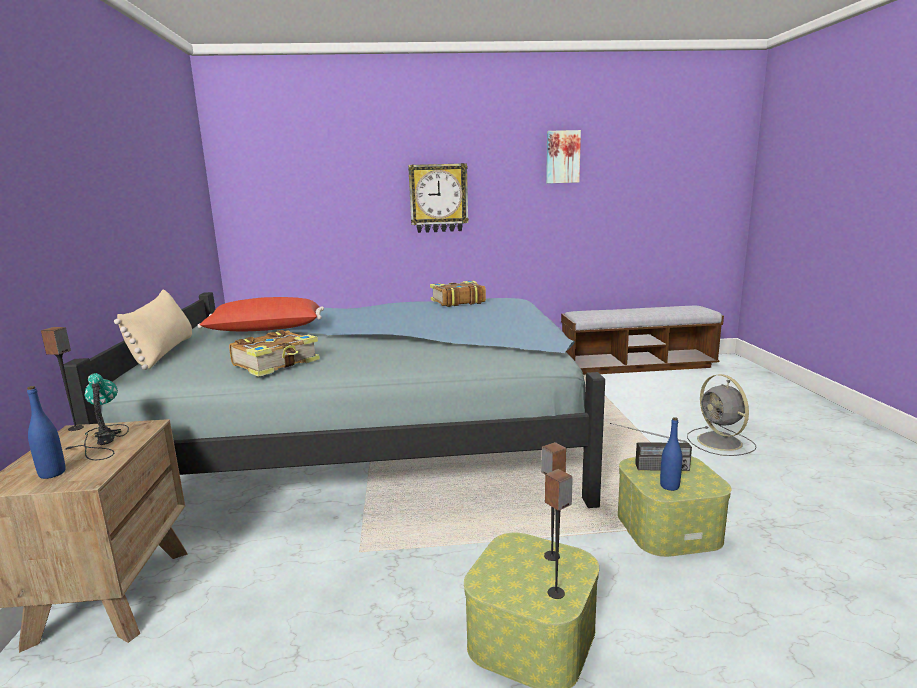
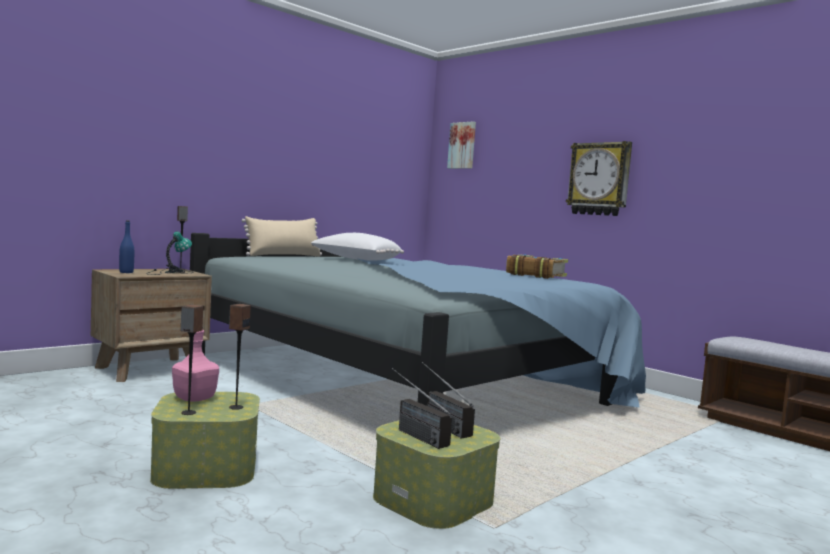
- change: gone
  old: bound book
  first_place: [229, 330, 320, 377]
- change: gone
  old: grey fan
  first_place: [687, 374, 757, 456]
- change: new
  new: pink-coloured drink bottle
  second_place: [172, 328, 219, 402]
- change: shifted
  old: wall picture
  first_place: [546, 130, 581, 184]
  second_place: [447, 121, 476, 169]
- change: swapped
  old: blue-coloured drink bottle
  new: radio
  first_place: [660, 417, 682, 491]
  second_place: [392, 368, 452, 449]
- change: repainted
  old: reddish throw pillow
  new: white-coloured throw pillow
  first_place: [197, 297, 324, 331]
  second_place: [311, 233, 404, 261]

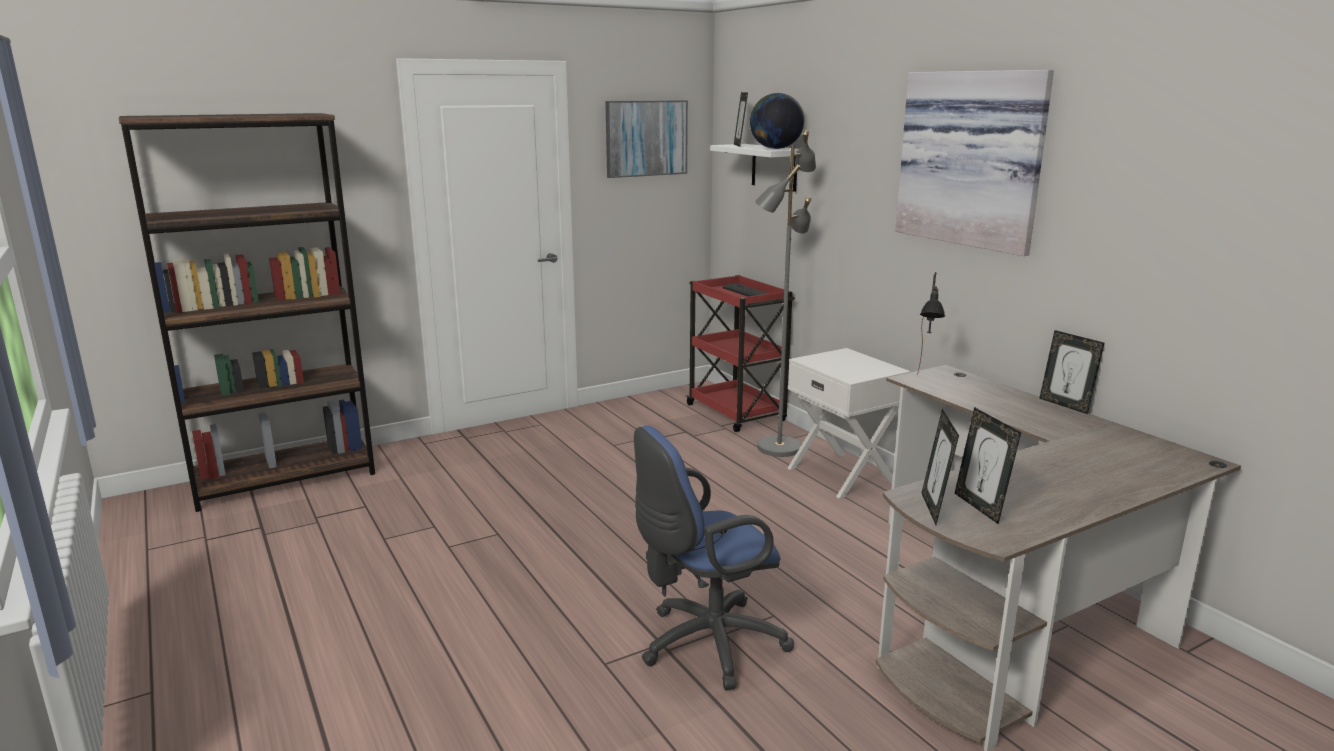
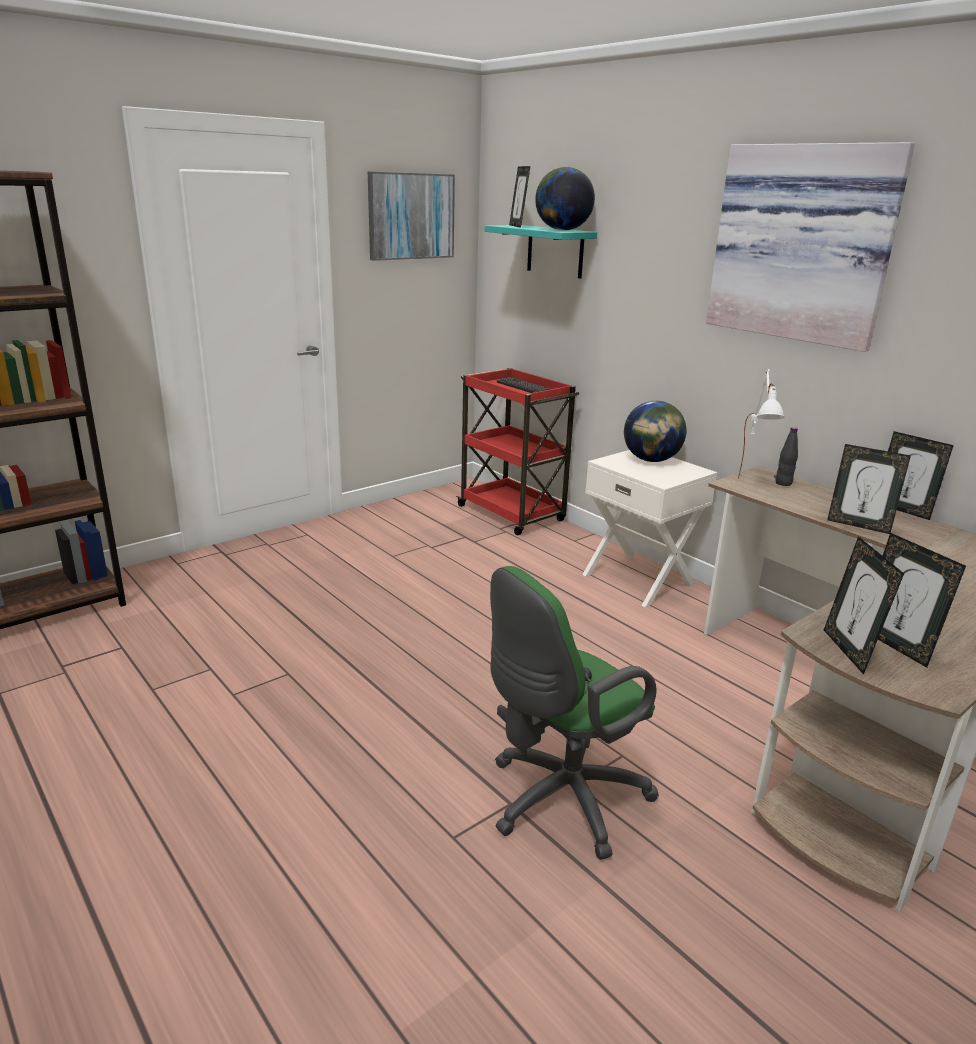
- change: gone
  old: grey standing lamp
  first_place: [755, 130, 816, 457]
- change: new
  new: world globe
  second_place: [624, 401, 686, 462]
- change: new
  new: black drink bottle
  second_place: [775, 427, 798, 486]
- change: new
  new: photo frame
  second_place: [827, 444, 911, 534]
- change: repainted
  old: blue-coloured desk chair
  new: greenish desk chair
  first_place: [634, 426, 794, 690]
  second_place: [490, 566, 659, 860]
- change: repainted
  old: white-coloured shelf
  new: blue-green shelf
  first_place: [710, 144, 799, 192]
  second_place: [485, 225, 597, 278]
- change: repainted
  old: black lamp for a table
  new: white-coloured lamp for a table
  first_place: [917, 272, 945, 375]
  second_place: [738, 369, 785, 479]

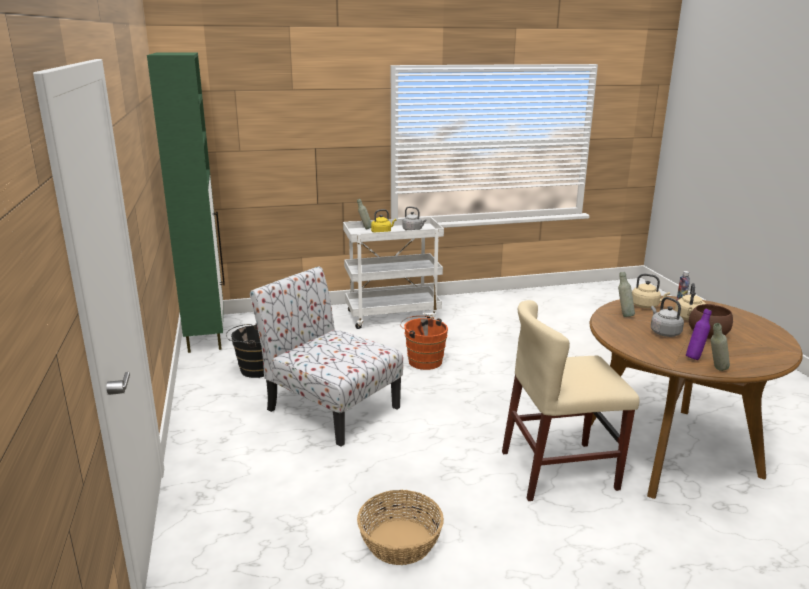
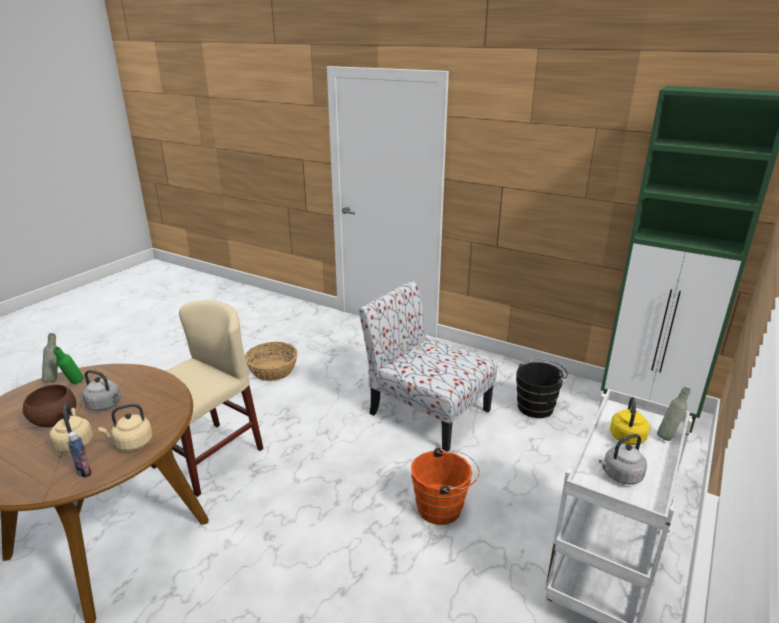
- change: gone
  old: grey drink bottle
  first_place: [618, 272, 635, 317]
- change: repainted
  old: purple drink bottle
  new: greenish drink bottle
  first_place: [686, 309, 712, 360]
  second_place: [53, 347, 83, 384]
- change: rotated
  old: upright chair
  first_place: [250, 266, 403, 447]
  second_place: [359, 280, 497, 452]
  degrees: -135

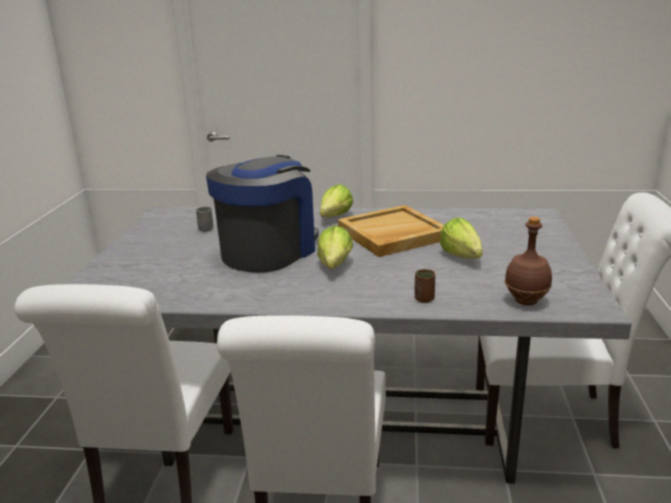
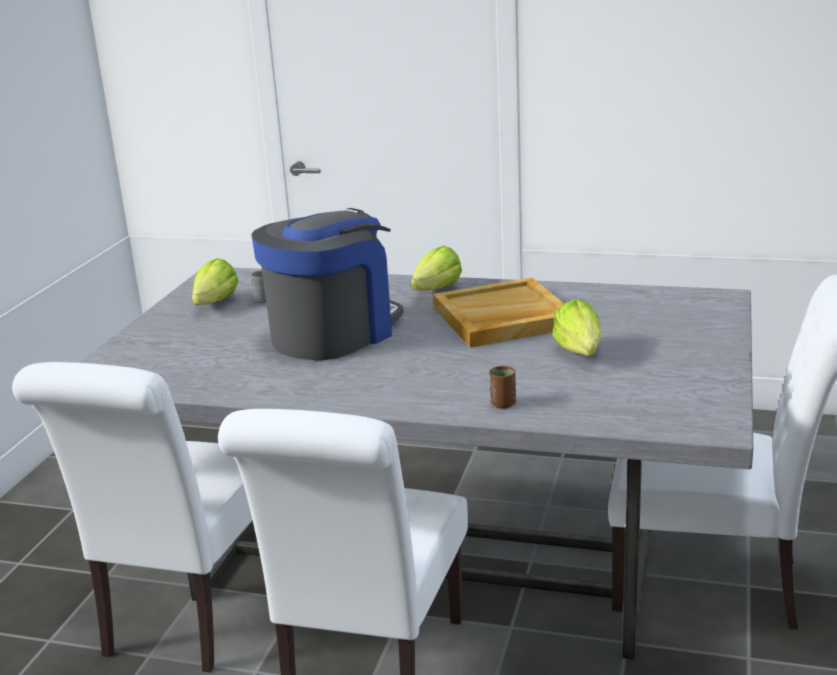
- change: gone
  old: brown-coloured drink bottle
  first_place: [505, 217, 552, 305]
- change: shifted
  old: lettuce head
  first_place: [317, 226, 353, 269]
  second_place: [192, 258, 238, 305]

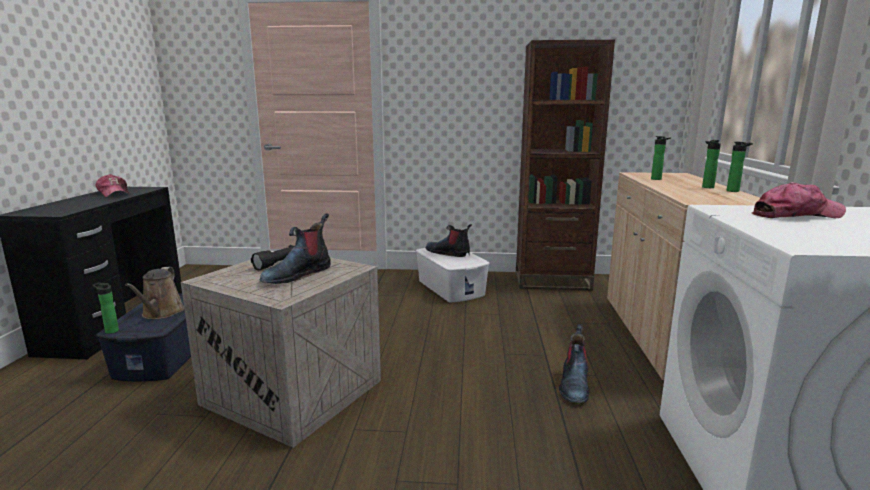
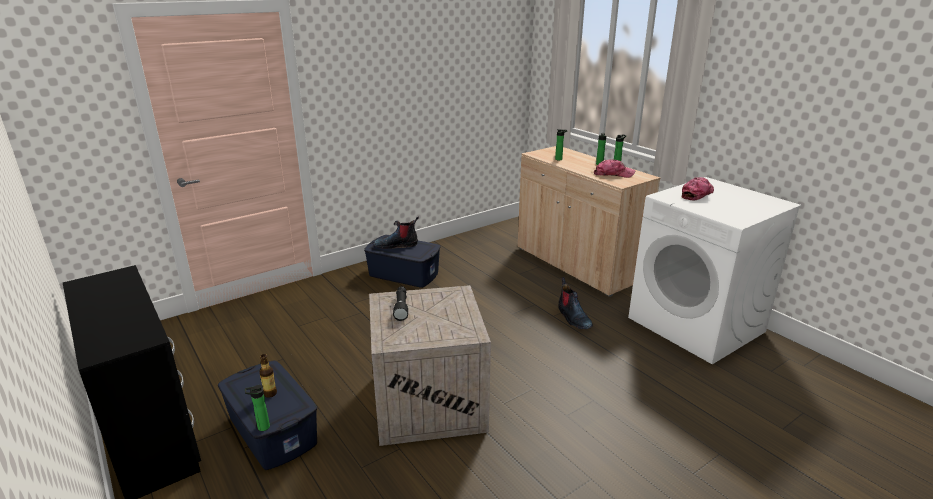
- change: gone
  old: high-top boot
  first_place: [260, 213, 331, 284]
- change: gone
  old: brown-coloured bookcase
  first_place: [516, 40, 615, 291]
- change: shifted
  old: cap
  first_place: [96, 174, 129, 197]
  second_place: [594, 159, 635, 178]
- change: swapped
  old: brown-coloured watering pot
  new: drink bottle
  first_place: [125, 267, 184, 319]
  second_place: [259, 354, 277, 398]
- change: repainted
  old: white-coloured storage container
  new: blue-coloured storage container
  first_place: [416, 248, 490, 302]
  second_place: [364, 235, 441, 288]

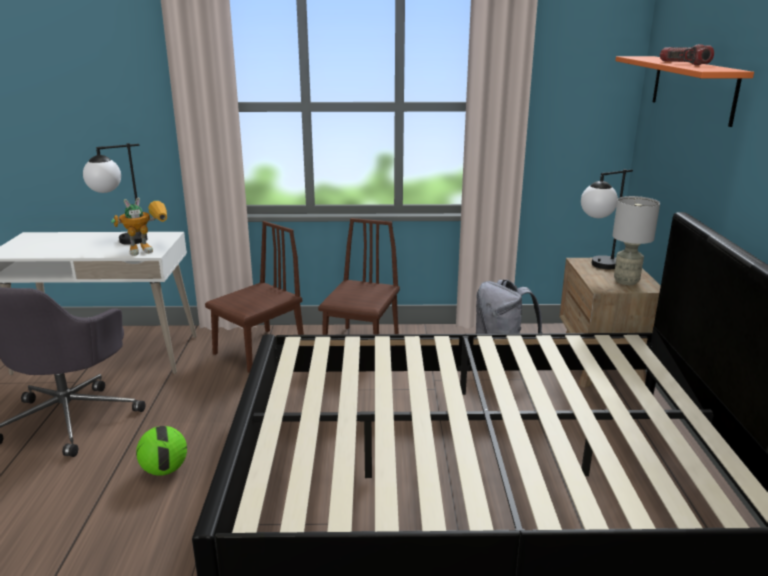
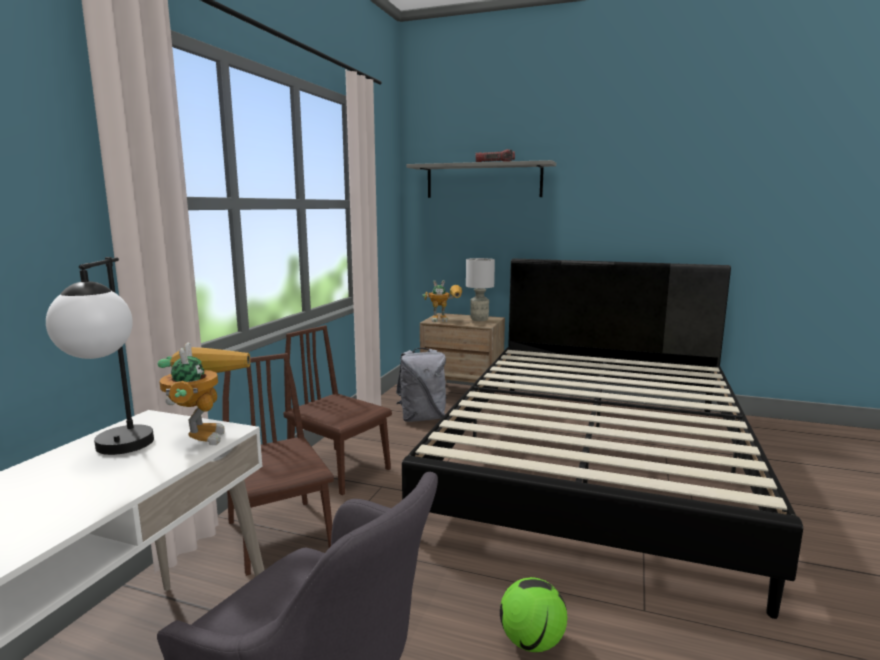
- change: swapped
  old: lamp for a table
  new: toy robot
  first_place: [581, 169, 633, 269]
  second_place: [422, 280, 462, 322]
- change: repainted
  old: orange shelf
  new: grey shelf
  first_place: [615, 56, 754, 127]
  second_place: [407, 160, 556, 198]

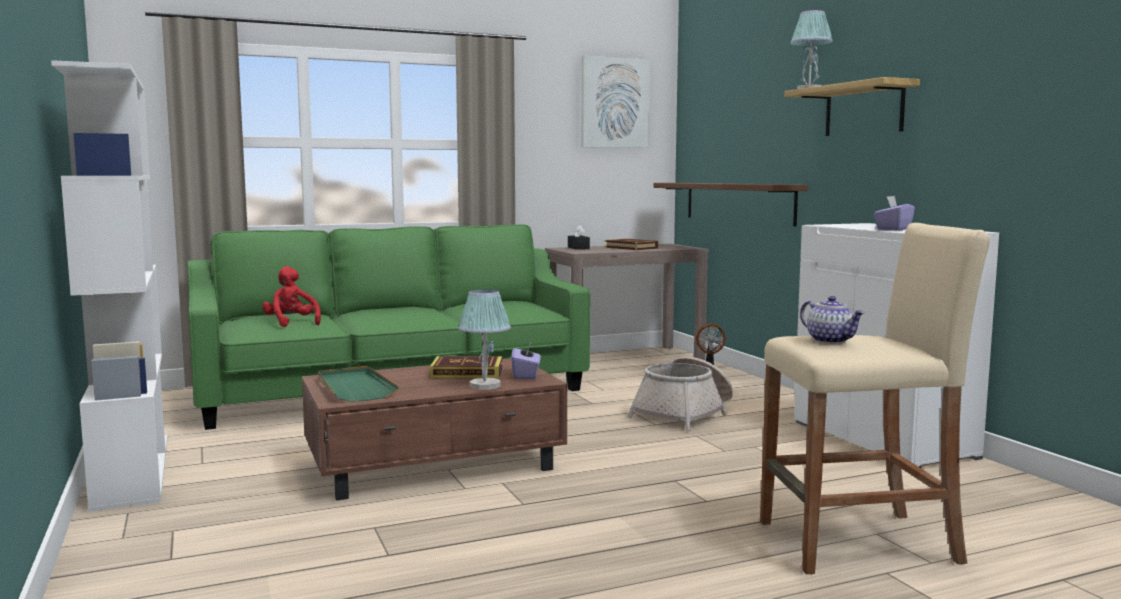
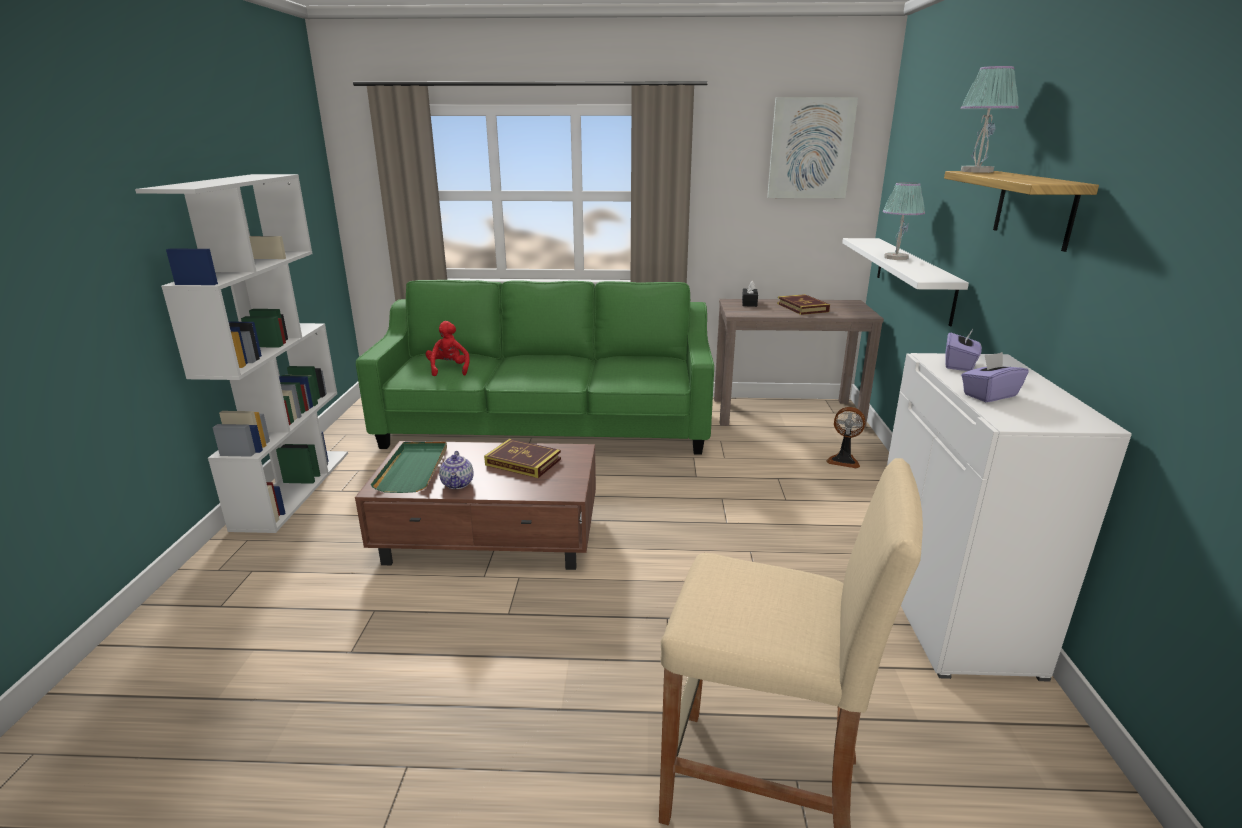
- change: gone
  old: basket
  first_place: [627, 356, 733, 431]
- change: shifted
  old: lamp for a table
  first_place: [458, 289, 511, 390]
  second_place: [883, 182, 925, 260]
- change: shifted
  old: purple tissue holder
  first_place: [511, 341, 541, 379]
  second_place: [945, 329, 982, 371]
- change: shifted
  old: teapot
  first_place: [800, 296, 865, 344]
  second_place: [439, 451, 474, 489]
- change: repainted
  old: brown-coloured shelf
  new: white-coloured shelf
  first_place: [654, 183, 808, 226]
  second_place: [842, 238, 969, 326]

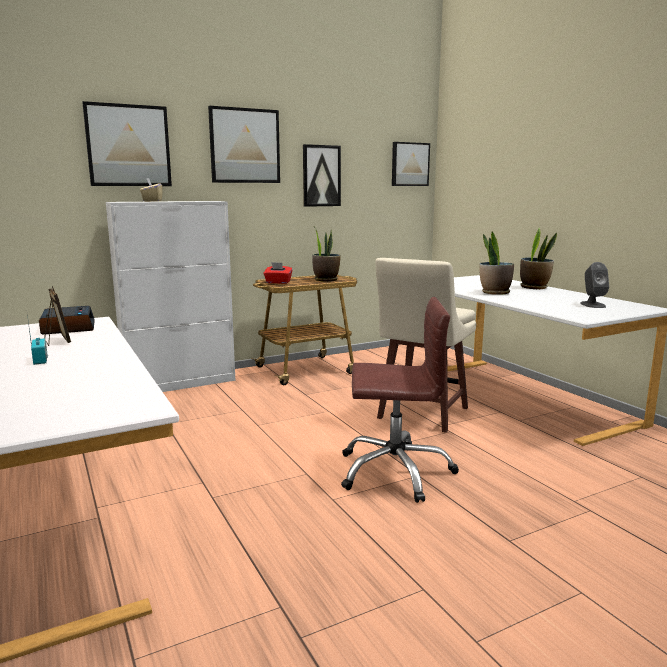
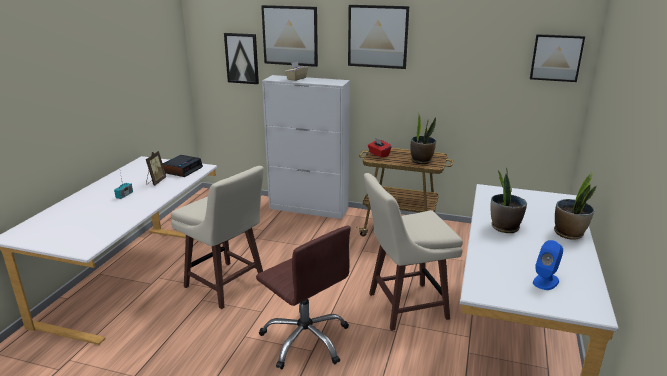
- change: new
  new: sand-coloured sitting stool
  second_place: [171, 166, 264, 309]
- change: shifted
  old: wall picture
  first_place: [303, 144, 341, 207]
  second_place: [224, 33, 259, 84]
- change: repainted
  old: grey speaker
  new: blue-coloured speaker
  first_place: [580, 262, 609, 308]
  second_place: [533, 240, 563, 290]

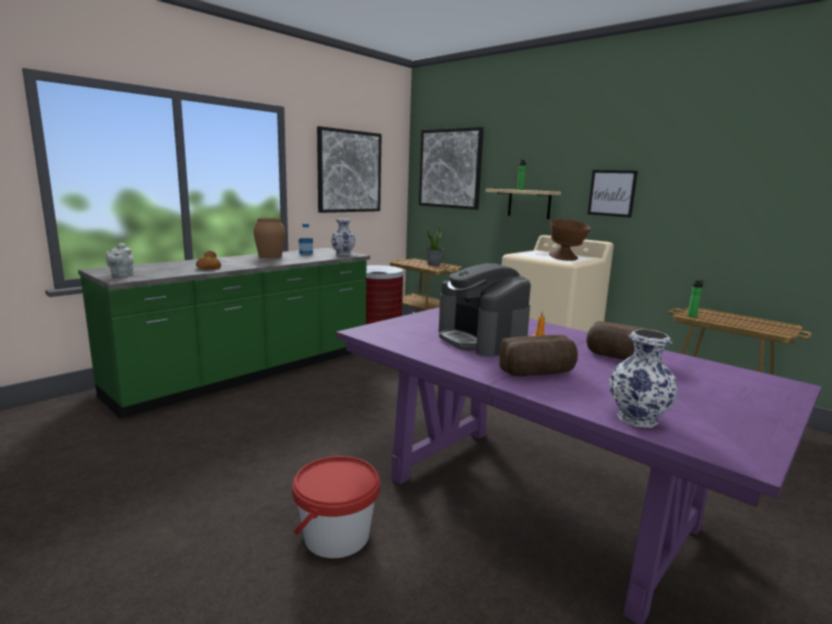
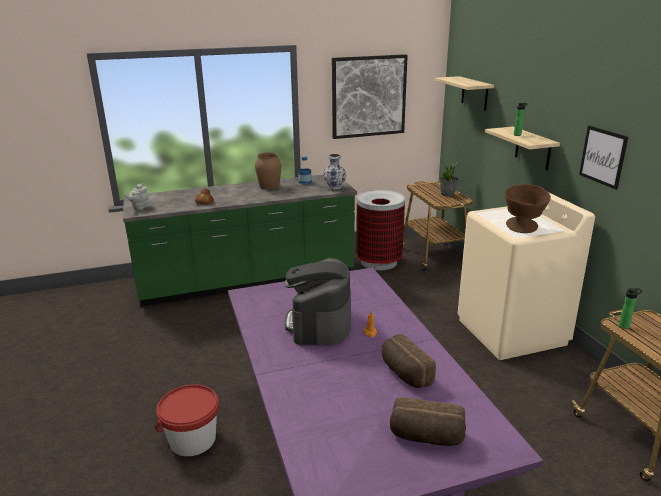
- change: gone
  old: vase
  first_place: [609, 329, 678, 428]
- change: shifted
  old: bakery bread
  first_place: [499, 335, 578, 376]
  second_place: [390, 397, 466, 446]
- change: swapped
  old: wall picture
  new: shelf
  first_place: [419, 127, 484, 210]
  second_place: [435, 76, 494, 111]

